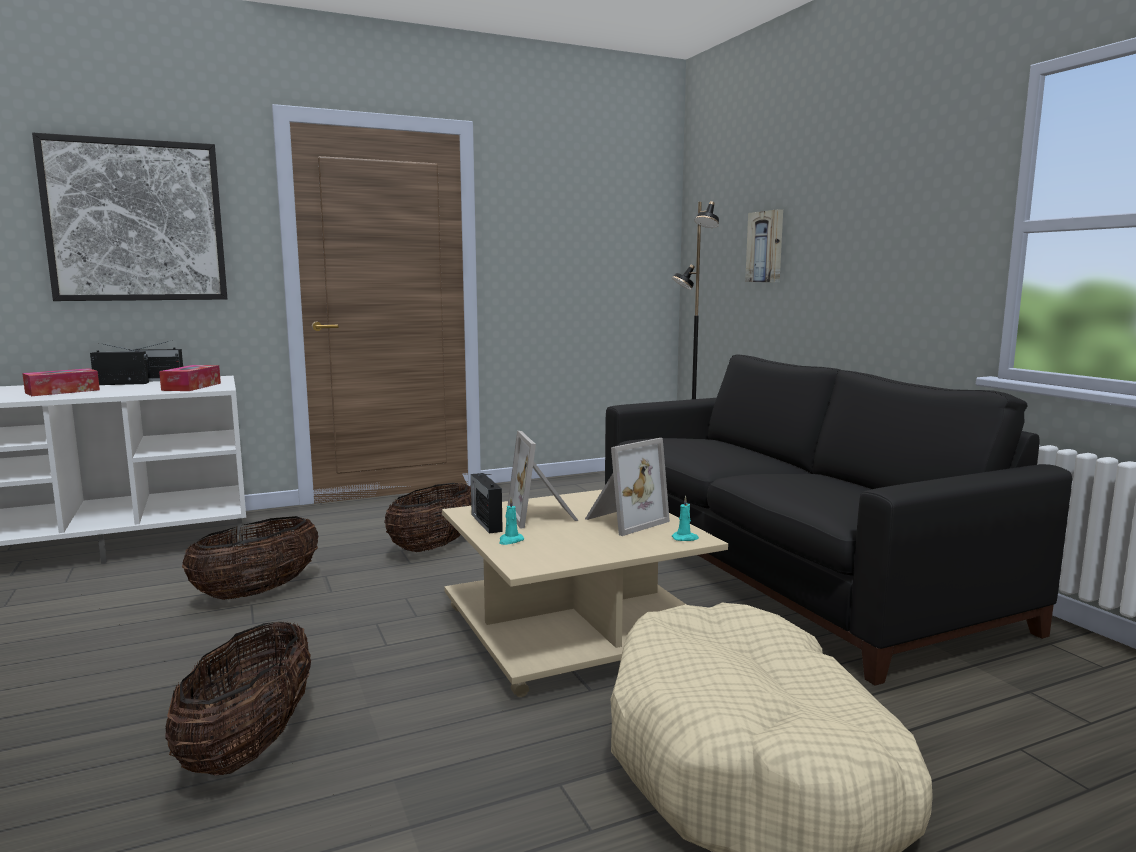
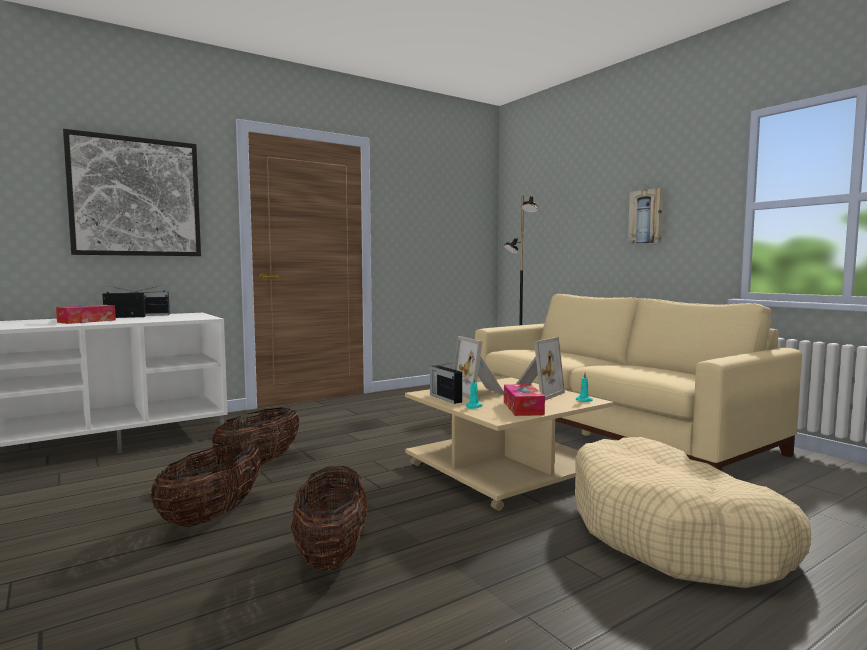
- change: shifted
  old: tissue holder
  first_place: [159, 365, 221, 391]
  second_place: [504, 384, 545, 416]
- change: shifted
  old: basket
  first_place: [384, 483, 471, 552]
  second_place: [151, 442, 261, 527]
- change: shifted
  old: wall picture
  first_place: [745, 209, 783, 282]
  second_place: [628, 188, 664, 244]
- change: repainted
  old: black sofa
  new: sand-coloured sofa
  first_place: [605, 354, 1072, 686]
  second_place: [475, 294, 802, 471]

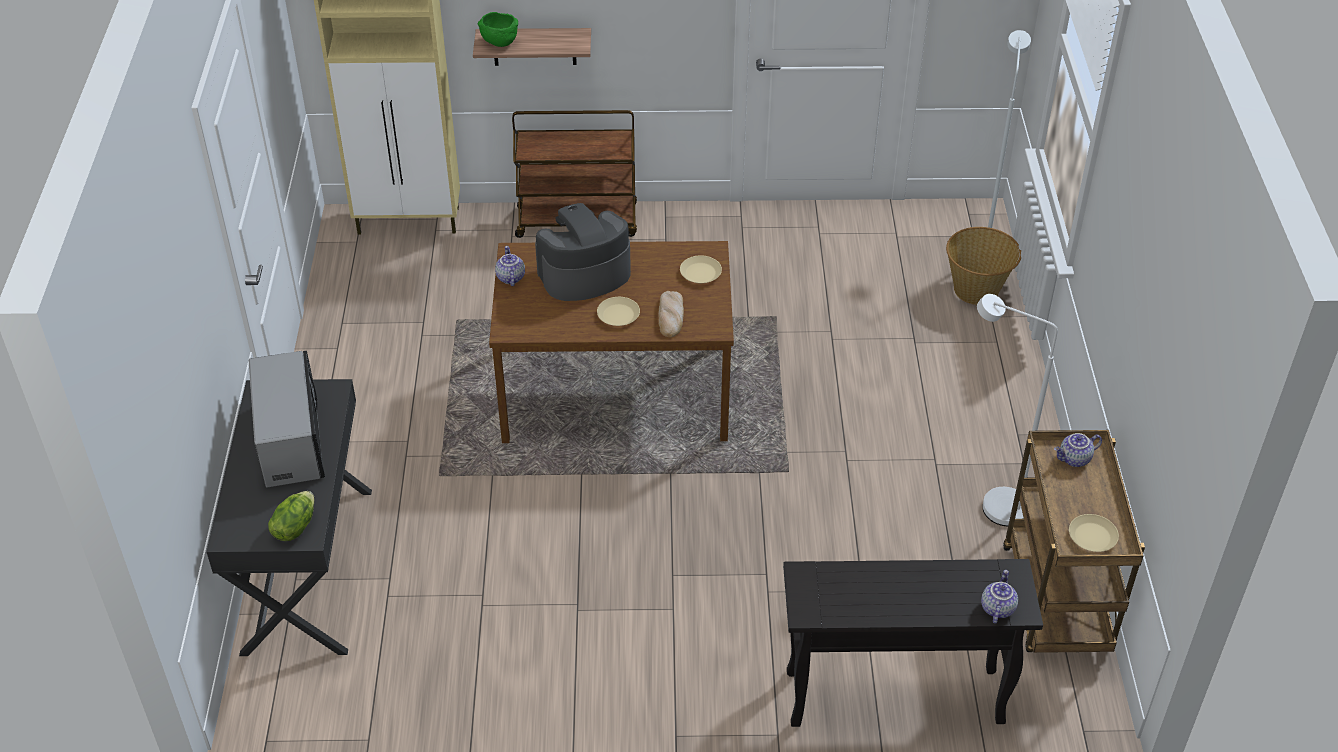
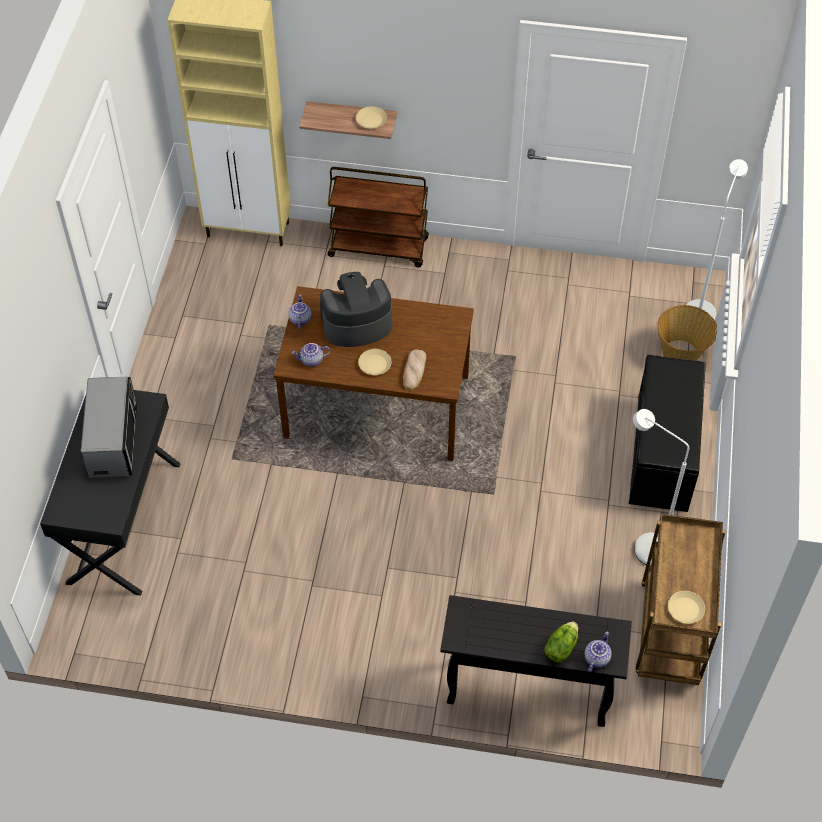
- change: gone
  old: greenish serving bowl
  first_place: [478, 12, 518, 47]
- change: new
  new: black indoor bench
  second_place: [629, 355, 706, 512]
- change: shifted
  old: lettuce head
  first_place: [268, 491, 315, 541]
  second_place: [544, 621, 578, 662]
- change: shifted
  old: sand-coloured dinner plate
  first_place: [680, 255, 722, 283]
  second_place: [356, 107, 387, 129]
- change: shifted
  old: teapot
  first_place: [1054, 433, 1102, 467]
  second_place: [292, 343, 331, 367]

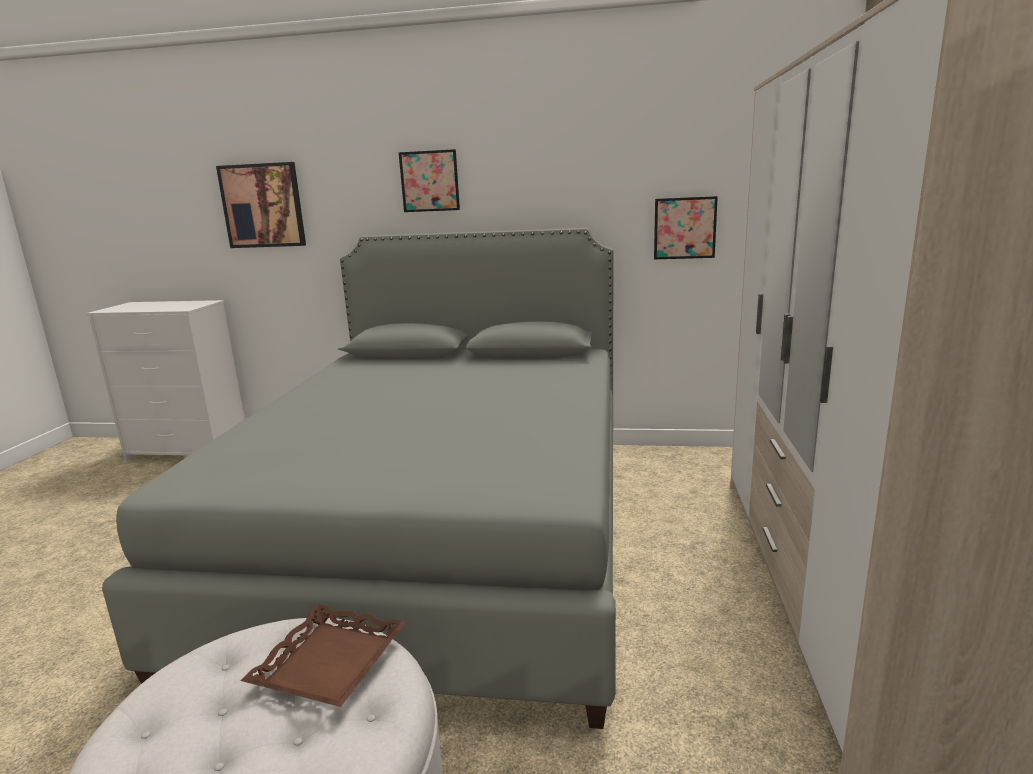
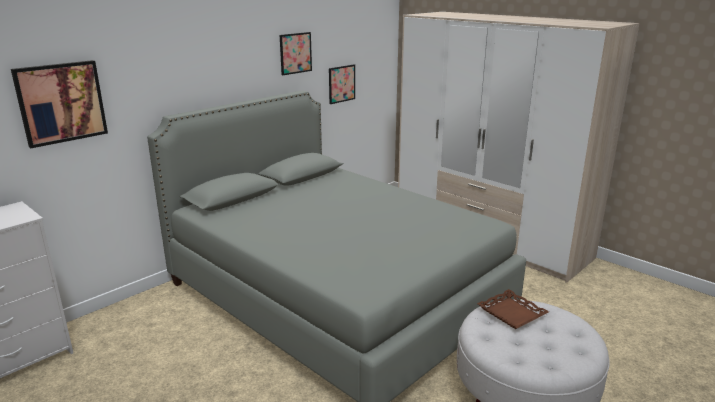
- change: shifted
  old: wall picture
  first_place: [399, 149, 460, 212]
  second_place: [280, 32, 312, 75]

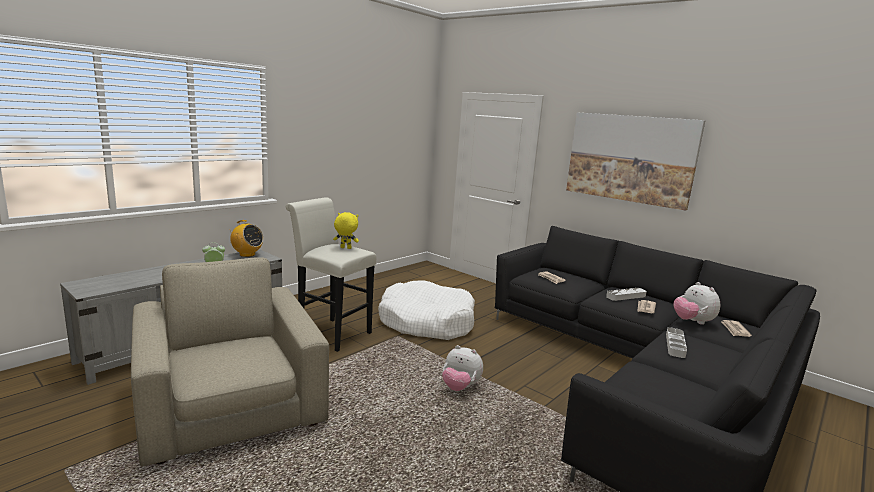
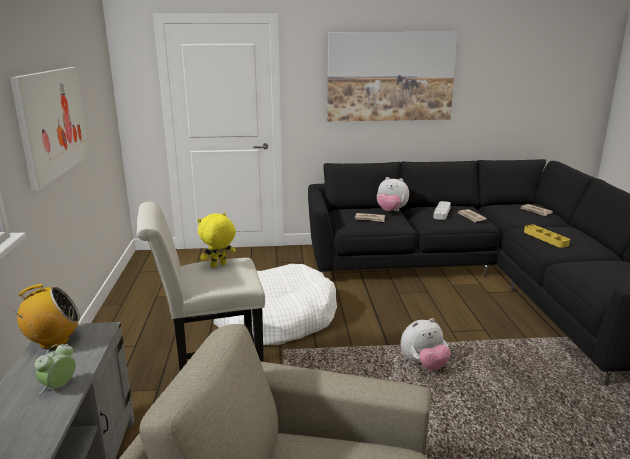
- change: new
  new: wall picture
  second_place: [10, 67, 90, 190]
- change: shifted
  old: plush toy
  first_place: [673, 282, 720, 325]
  second_place: [377, 177, 409, 211]
- change: repainted
  old: grey carrying tray
  new: yellow-coloured carrying tray
  first_place: [666, 327, 687, 358]
  second_place: [524, 225, 570, 248]

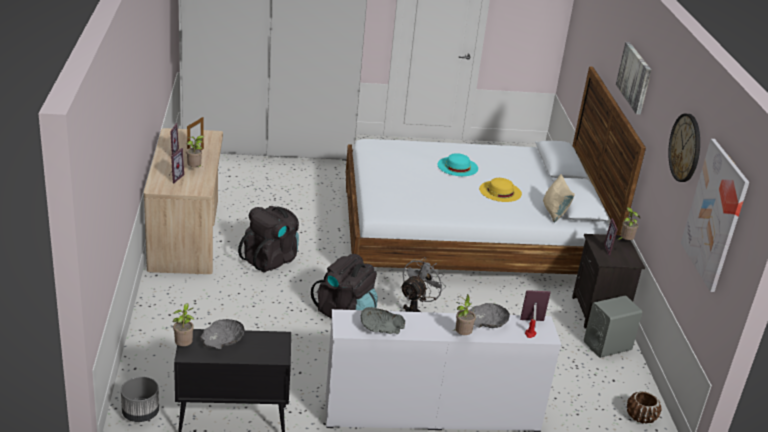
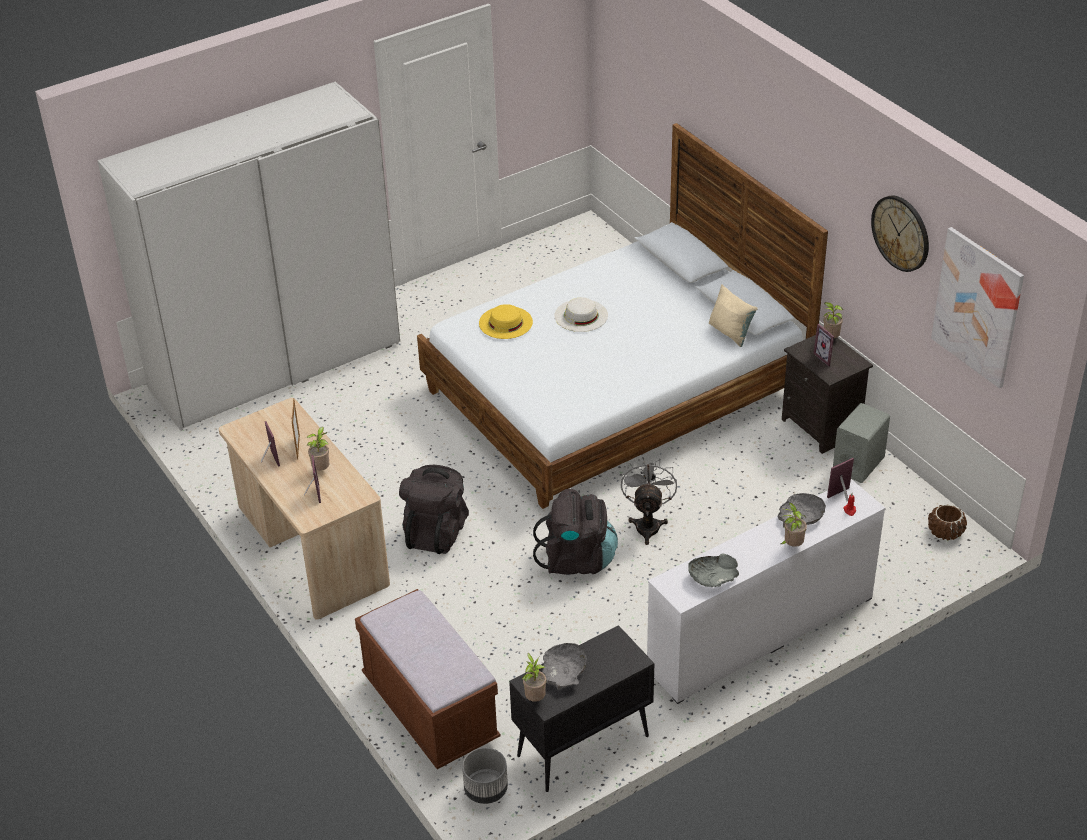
- change: gone
  old: wall picture
  first_place: [616, 42, 651, 114]
- change: new
  new: brown-coloured indoor bench
  second_place: [355, 589, 501, 769]
- change: shifted
  old: yellow-coloured wearable hat
  first_place: [479, 178, 522, 202]
  second_place: [479, 304, 533, 339]
- change: repainted
  old: blue-green wearable hat
  new: white-coloured wearable hat
  first_place: [437, 153, 478, 176]
  second_place: [554, 297, 608, 332]

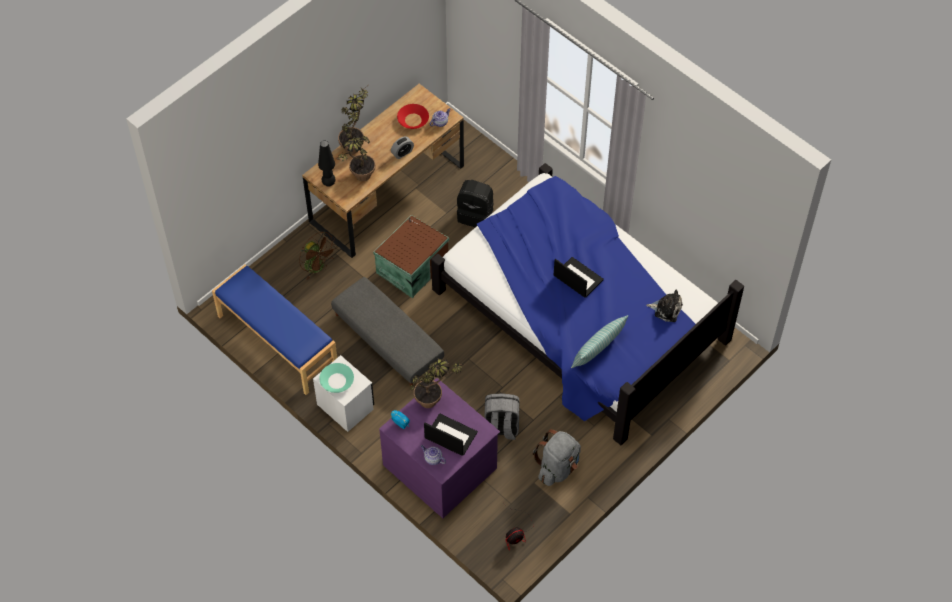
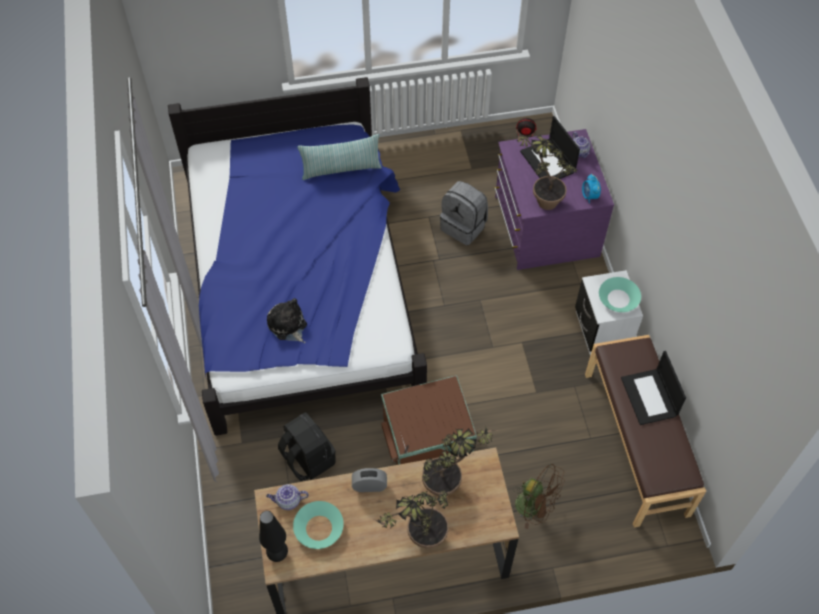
- change: gone
  old: grey pouffe
  first_place: [331, 277, 444, 386]
- change: gone
  old: grey knapsack
  first_place: [533, 429, 581, 486]
- change: shifted
  old: black lamp for a table
  first_place: [318, 140, 335, 187]
  second_place: [259, 511, 288, 562]
- change: shifted
  old: notebook computer
  first_place: [554, 257, 604, 298]
  second_place: [621, 351, 686, 425]
- change: shifted
  old: plush toy
  first_place: [646, 290, 683, 322]
  second_place: [267, 298, 307, 343]
- change: repainted
  old: blue-coloured indoor bench
  new: brown-coloured indoor bench
  first_place: [212, 264, 337, 395]
  second_place: [585, 335, 706, 527]
- change: repainted
  old: reddish serving bowl
  new: blue-green serving bowl
  first_place: [397, 104, 429, 129]
  second_place: [293, 501, 344, 549]
- change: rotated
  old: brown-coloured fan
  first_place: [299, 231, 337, 280]
  second_place: [513, 464, 565, 529]
  degrees: 135

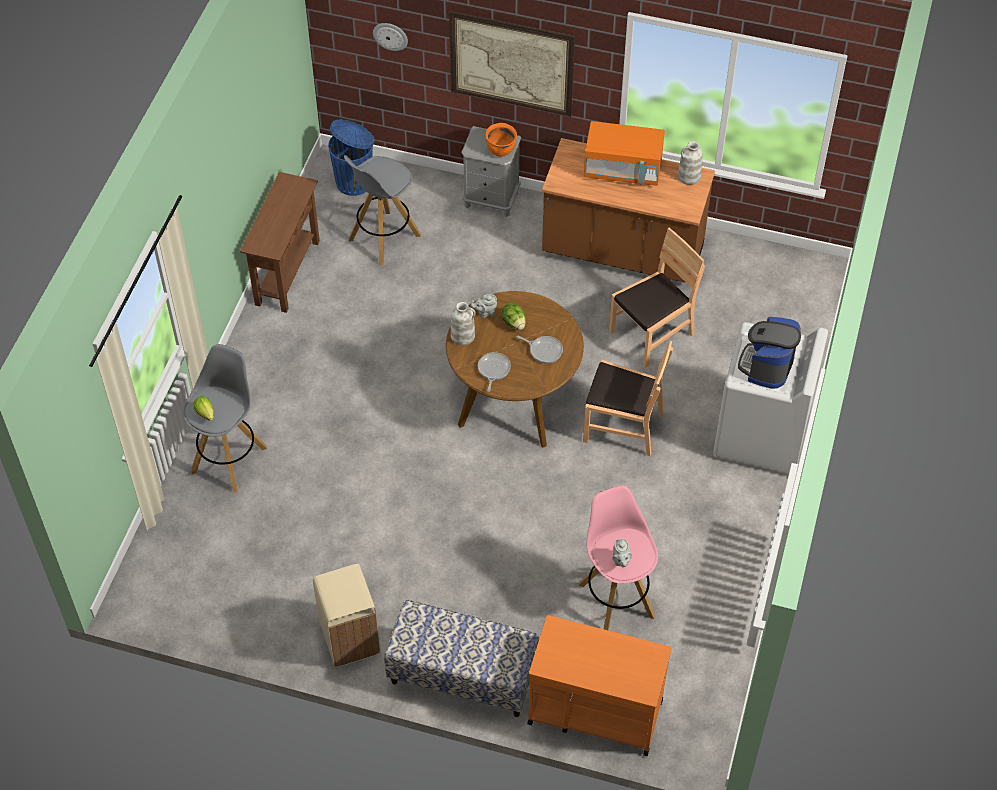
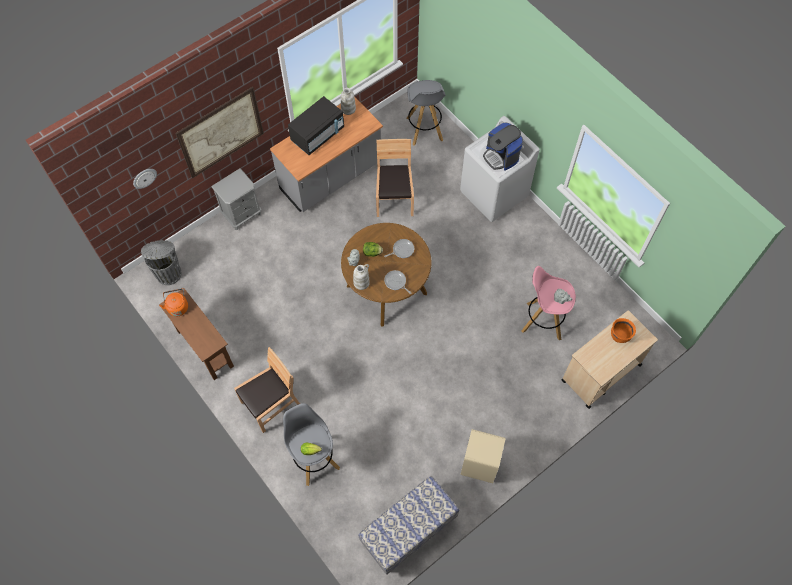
- change: new
  new: orange water kettle
  second_place: [160, 289, 188, 316]
- change: shifted
  old: grey sitting stool
  first_place: [344, 155, 421, 265]
  second_place: [407, 80, 446, 146]
- change: shifted
  old: indoor bench
  first_place: [384, 600, 539, 717]
  second_place: [358, 476, 459, 575]
- change: shifted
  old: orange saucepot
  first_place: [486, 123, 517, 157]
  second_place: [611, 318, 636, 343]
- change: shifted
  old: brown-coloured upright chair
  first_place: [583, 341, 673, 456]
  second_place: [234, 347, 300, 433]
- change: repainted
  old: blue-coloured rubbish bin
  new: grey rubbish bin
  first_place: [328, 119, 375, 196]
  second_place: [141, 240, 181, 285]
- change: repainted
  old: orange wheeled cart
  new: sand-coloured wheeled cart
  first_place: [527, 615, 672, 756]
  second_place: [561, 310, 658, 409]
- change: repainted
  old: brown-coloured kitchen counter
  new: grey kitchen counter
  first_place: [542, 138, 715, 283]
  second_place: [270, 96, 383, 212]
- change: repainted
  old: orange microwave
  new: black microwave
  first_place: [584, 121, 665, 186]
  second_place: [288, 96, 344, 155]

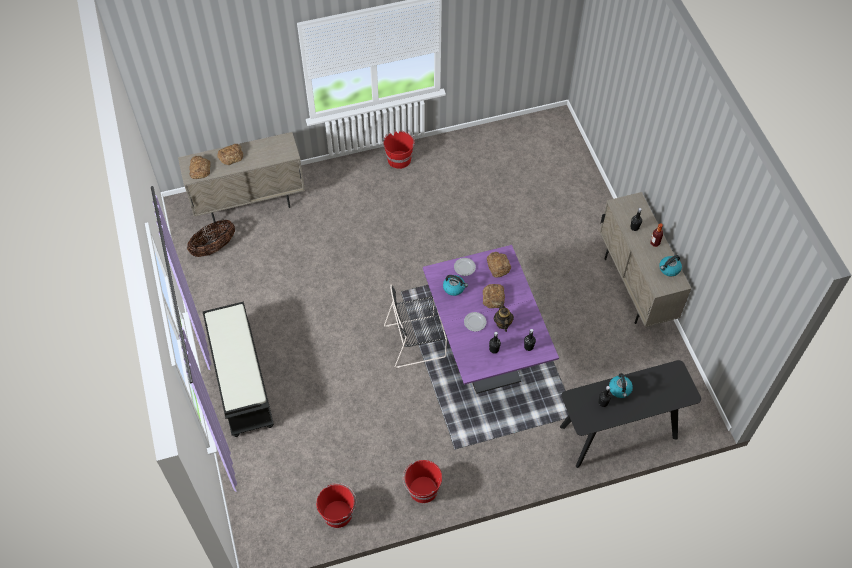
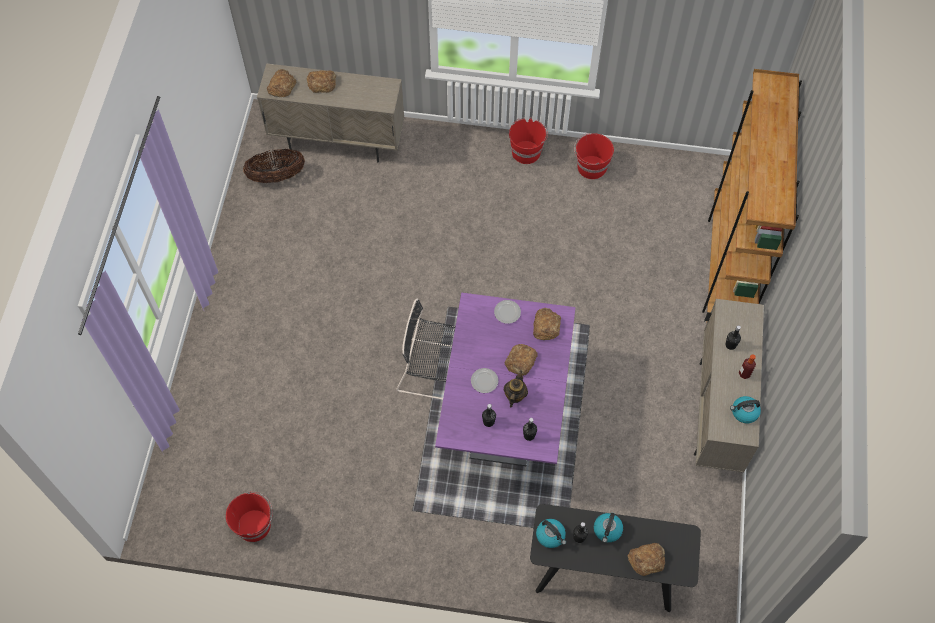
- change: gone
  old: black indoor bench
  first_place: [203, 302, 274, 437]
- change: new
  new: bakery bread
  second_place: [628, 543, 665, 576]
- change: new
  new: brown-coloured bookcase
  second_place: [702, 69, 802, 313]
- change: shifted
  old: reddish pail
  first_place: [403, 460, 442, 503]
  second_place: [574, 133, 614, 179]
- change: shifted
  old: water kettle
  first_place: [443, 275, 468, 296]
  second_place: [536, 519, 566, 548]

